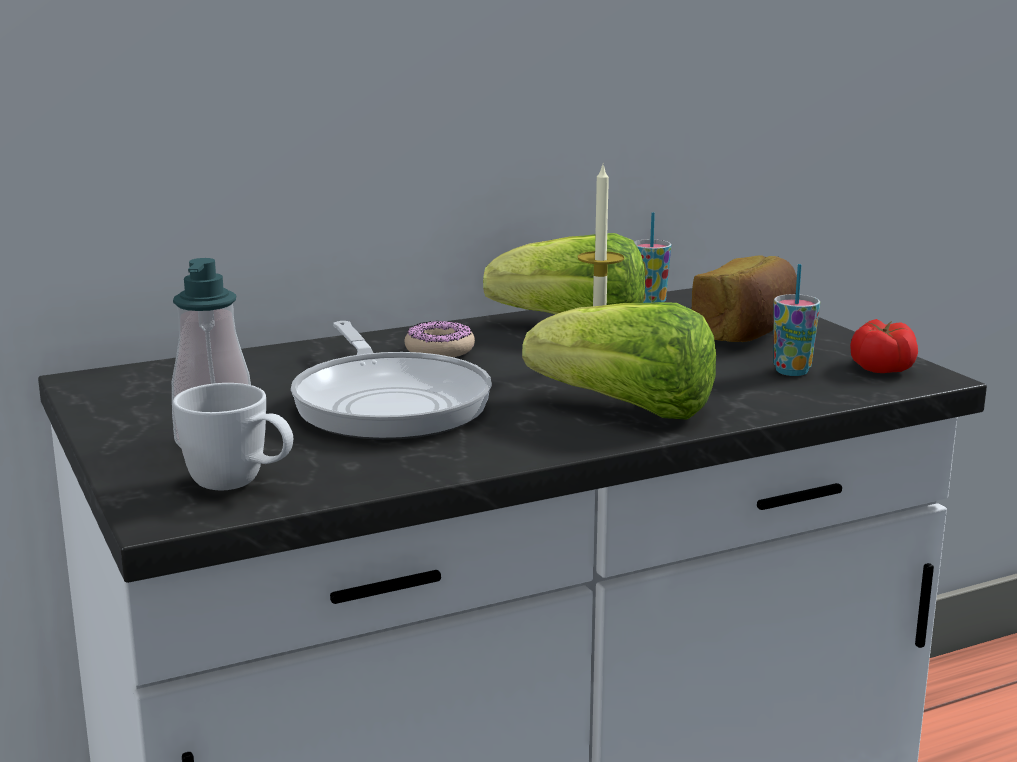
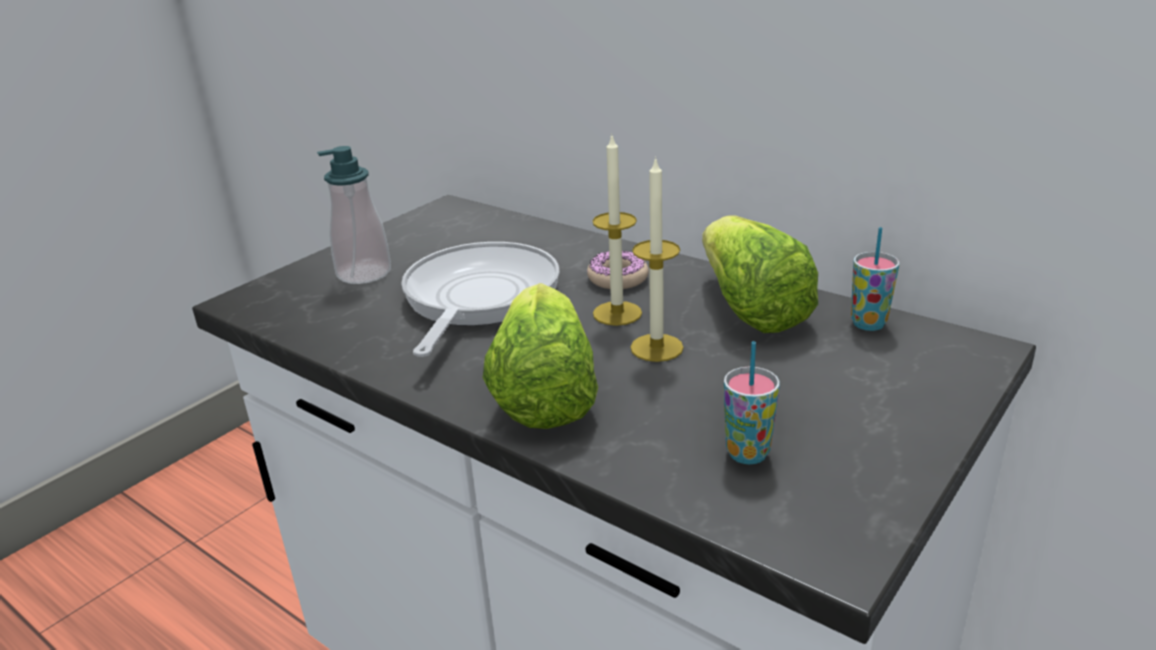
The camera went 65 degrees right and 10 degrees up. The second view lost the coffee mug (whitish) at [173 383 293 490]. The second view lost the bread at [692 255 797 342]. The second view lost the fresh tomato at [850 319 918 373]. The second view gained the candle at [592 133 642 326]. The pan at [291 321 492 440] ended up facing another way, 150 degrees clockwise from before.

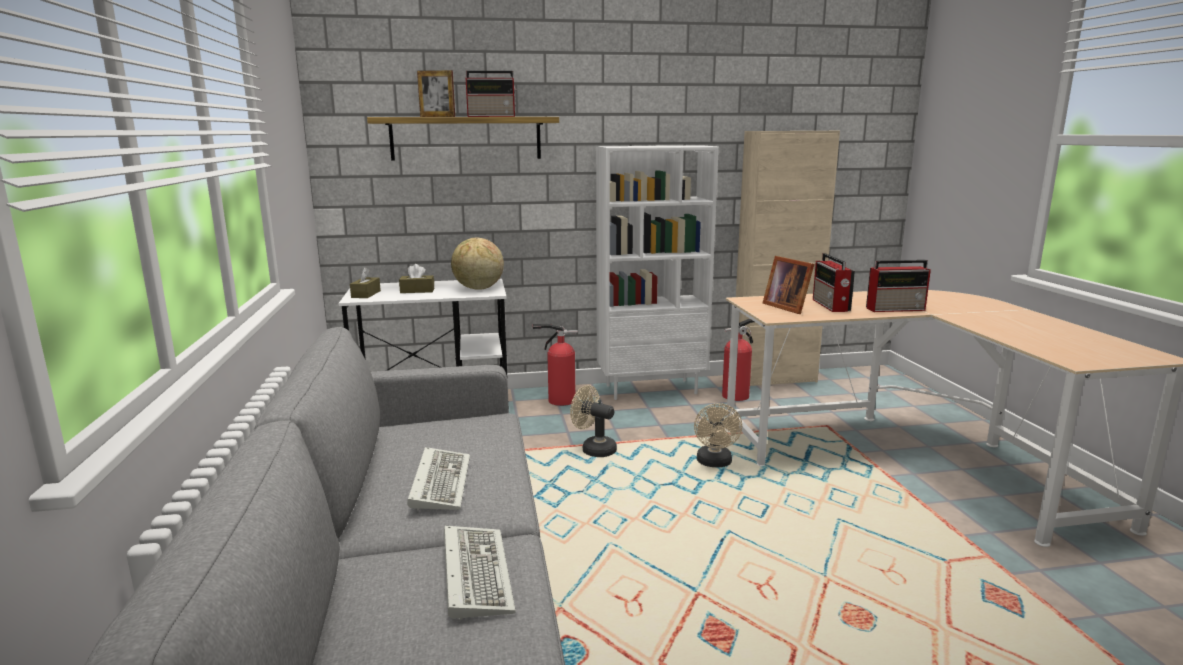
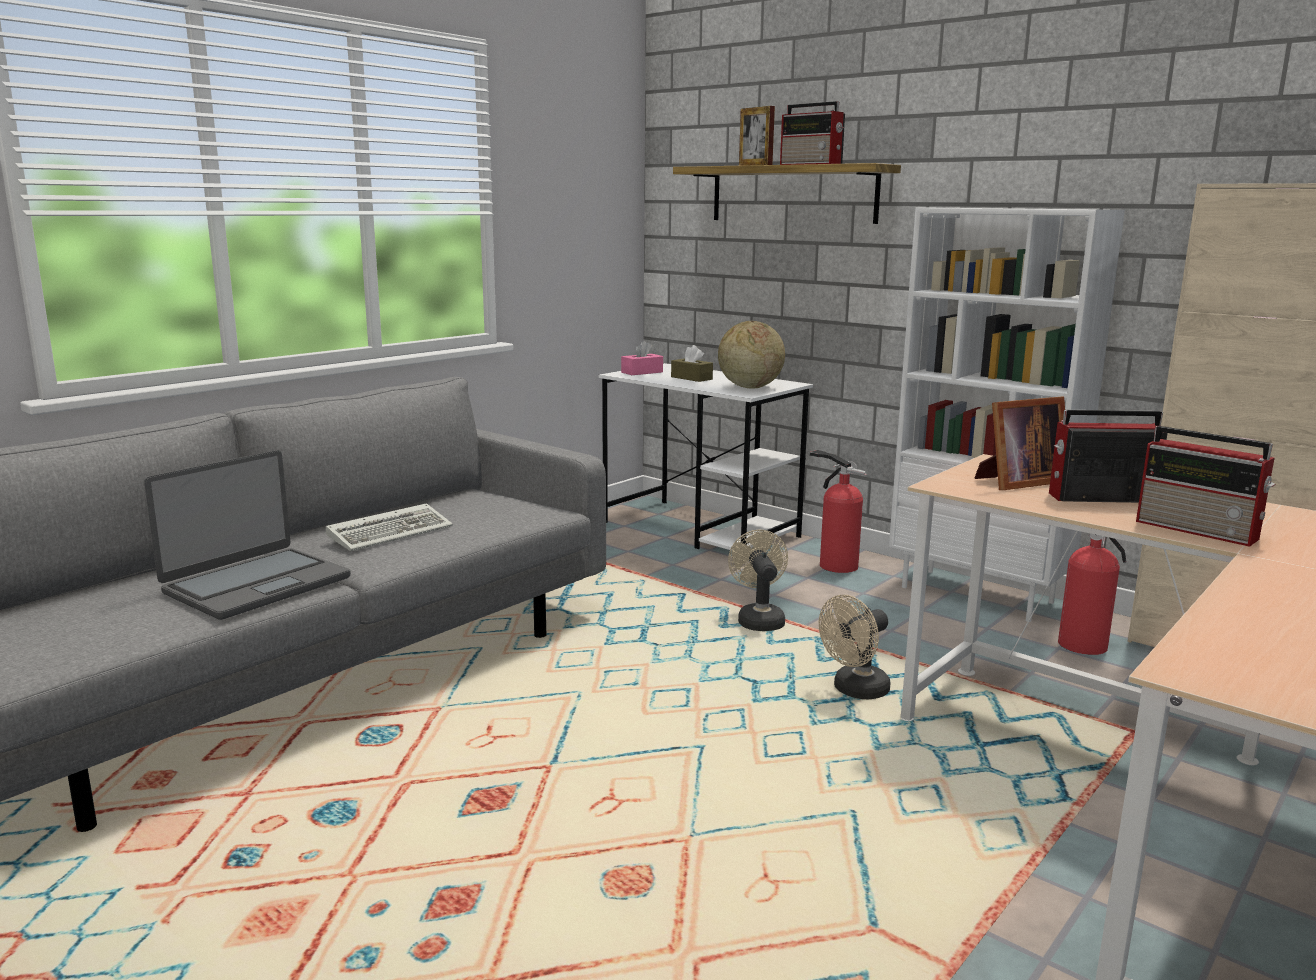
The camera went 50 degrees right and 0 degrees up. Where the PC keyboard stood at [444 526 516 620], the portable computer came to stand at [144 450 351 620]. What was the tissue box (brown-coloured) at [350 267 381 298] turned into the tissue box (pinkish) at [621 340 663 375]. The photo frame at [763 256 814 314] ended up facing another way, 135 degrees counterclockwise from before. The radio set at [813 253 855 312] ended up facing another way, 45 degrees clockwise from before.

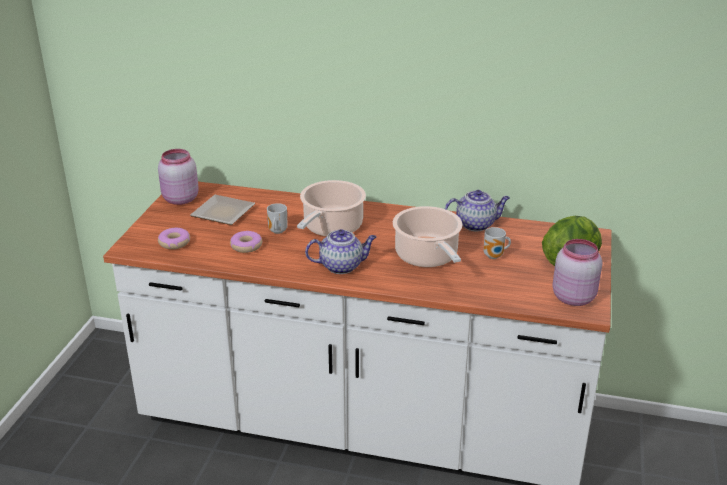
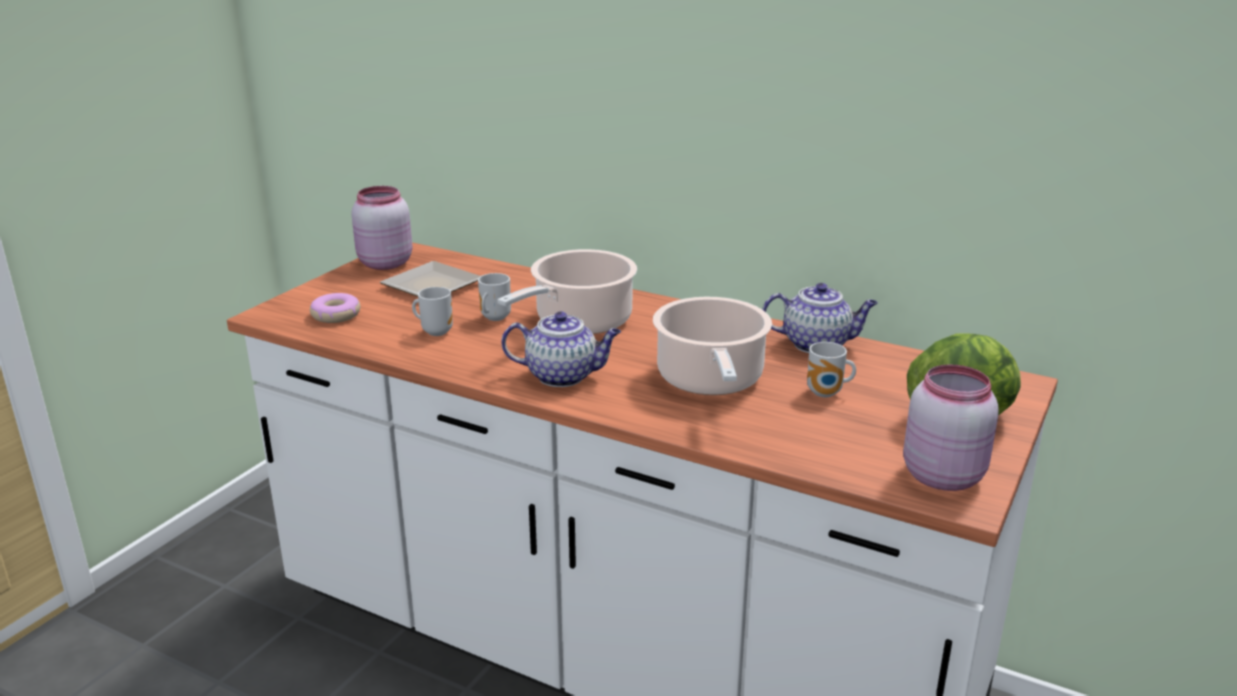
The camera went 15 degrees right and 5 degrees down. Where the donut stood at [230 231 262 253], the coffee mug came to stand at [412 287 453 336].

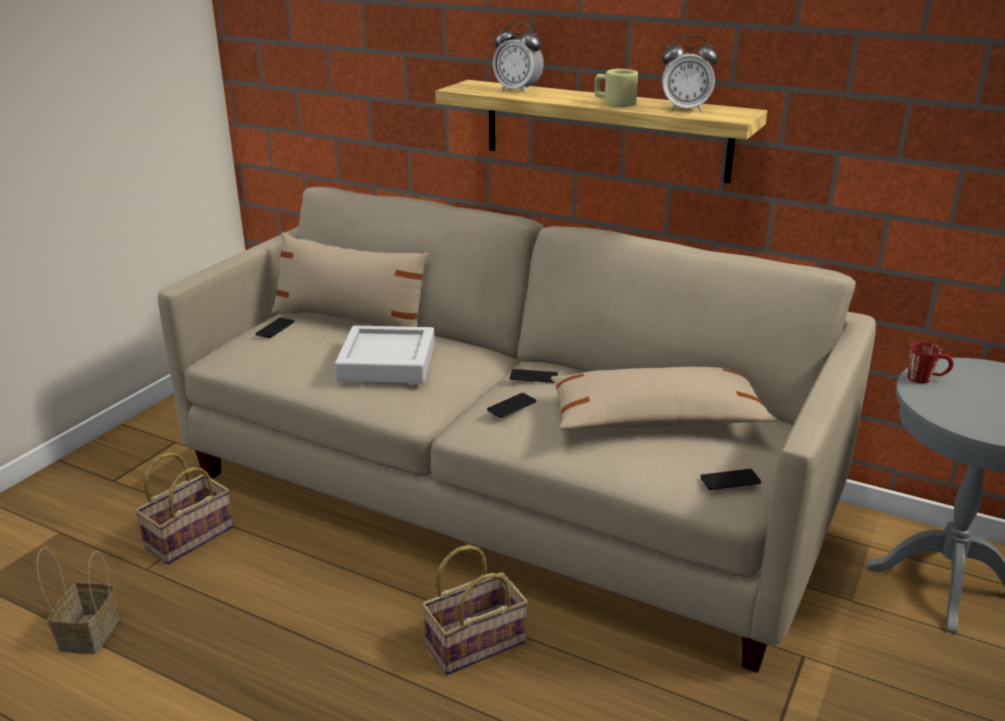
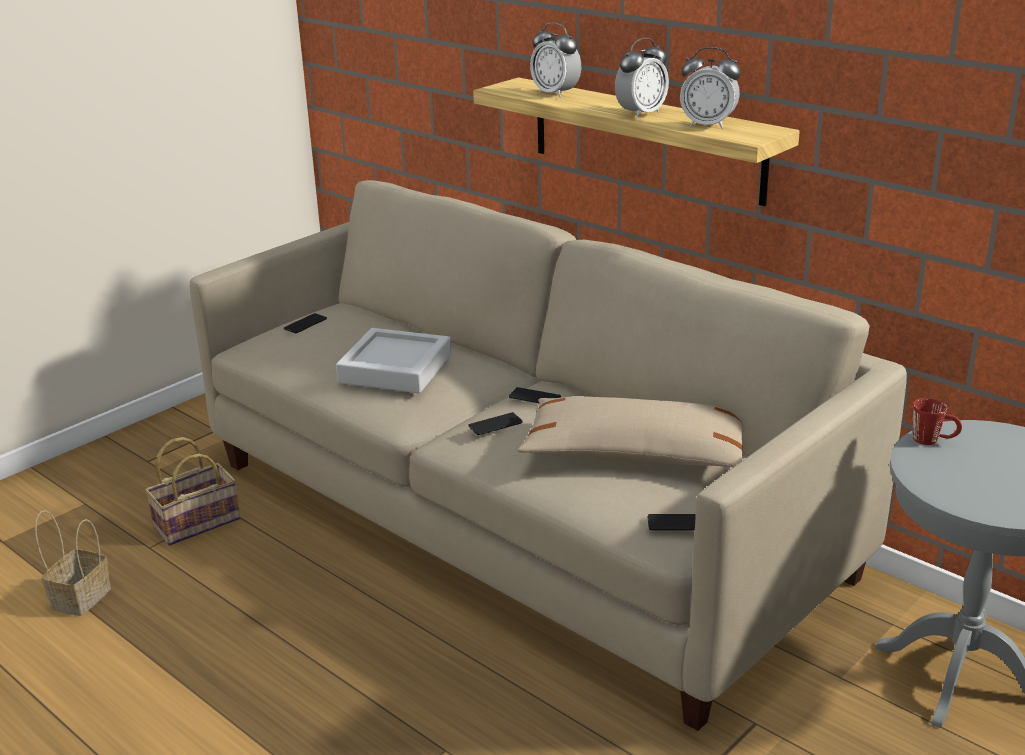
The camera went 15 degrees right and 0 degrees up. The second view lost the throw pillow (sand-coloured) at [271 232 429 327]. The second view lost the household basket at [421 545 528 675]. Where the coffee mug (sand-coloured) stood at [595 69 638 107], the alarm clock came to stand at [615 38 669 119].

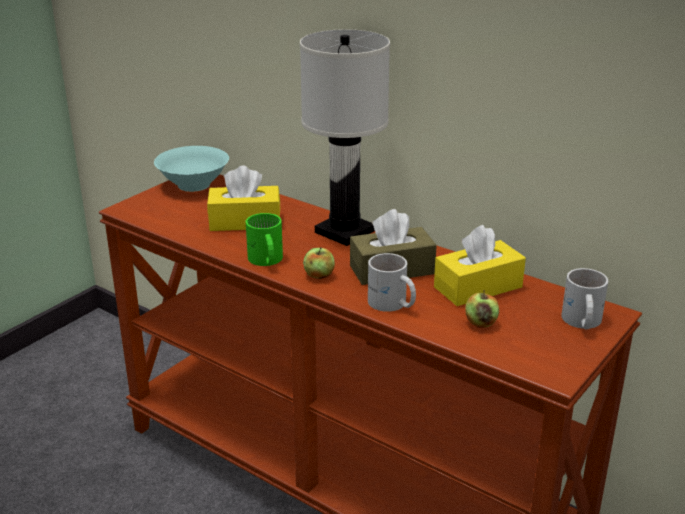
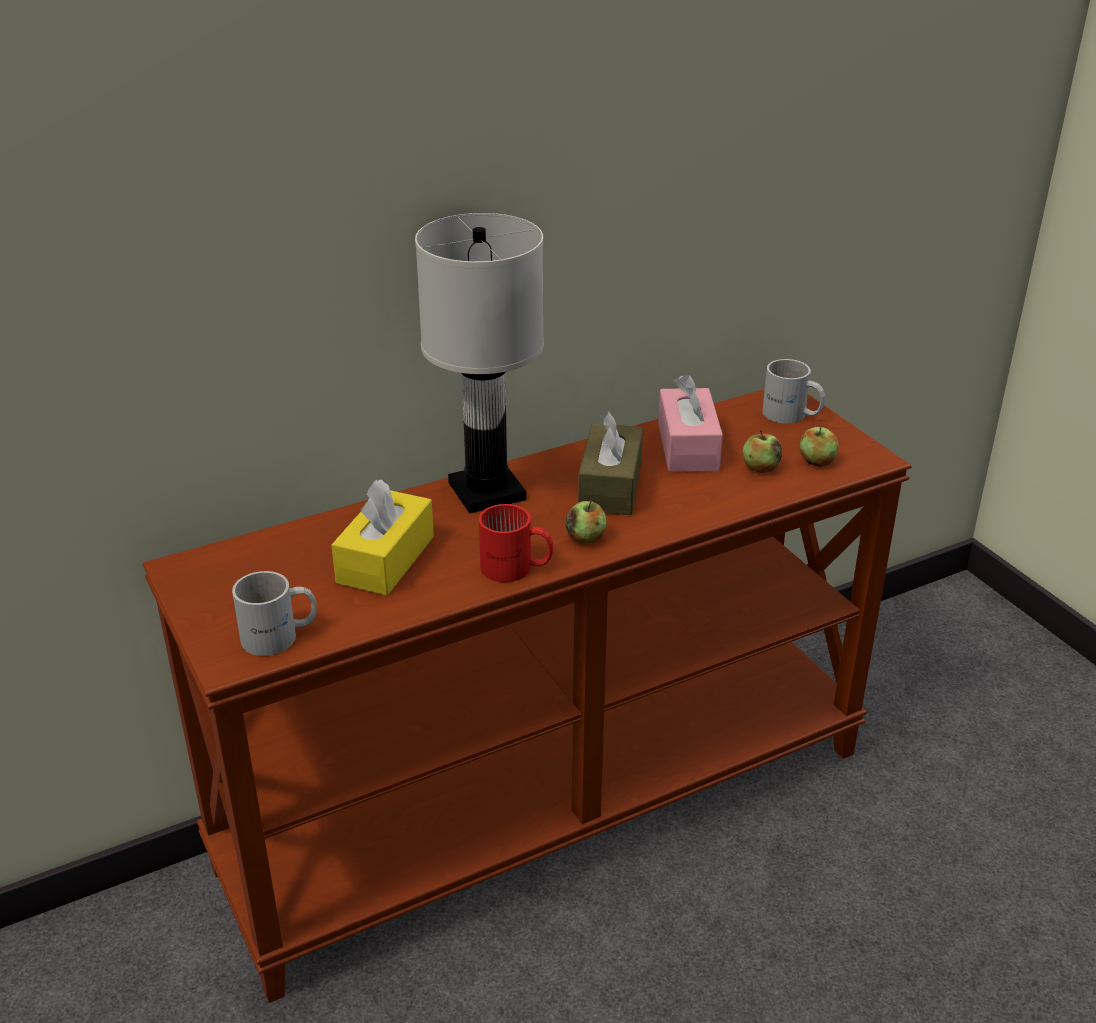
The camera went 65 degrees left and 5 degrees up. The second view lost the bowl (turquoise) at [154 146 229 192]. The second view gained the apple fruit at [800 427 839 467]. The coffee mug (whitish) ended up elsewhere, having gone from [368 253 416 312] to [232 571 317 656]. What was the coffee mug (greenish) at [246 213 283 266] turned into the coffee mug (red-coloured) at [479 504 553 582]. What was the tissue box (yellow) at [434 225 526 306] turned into the tissue box (pinkish) at [658 374 723 472].

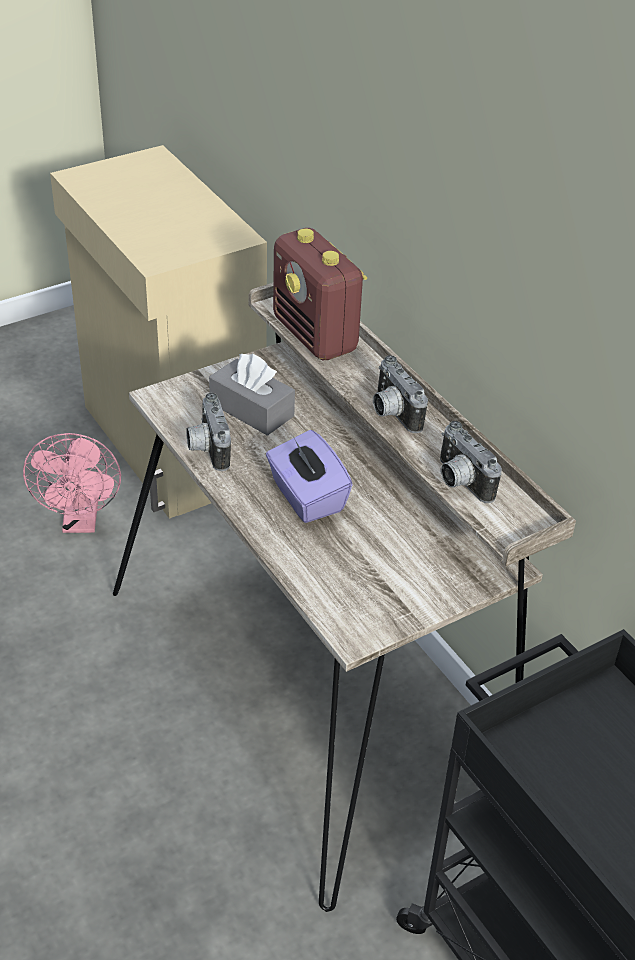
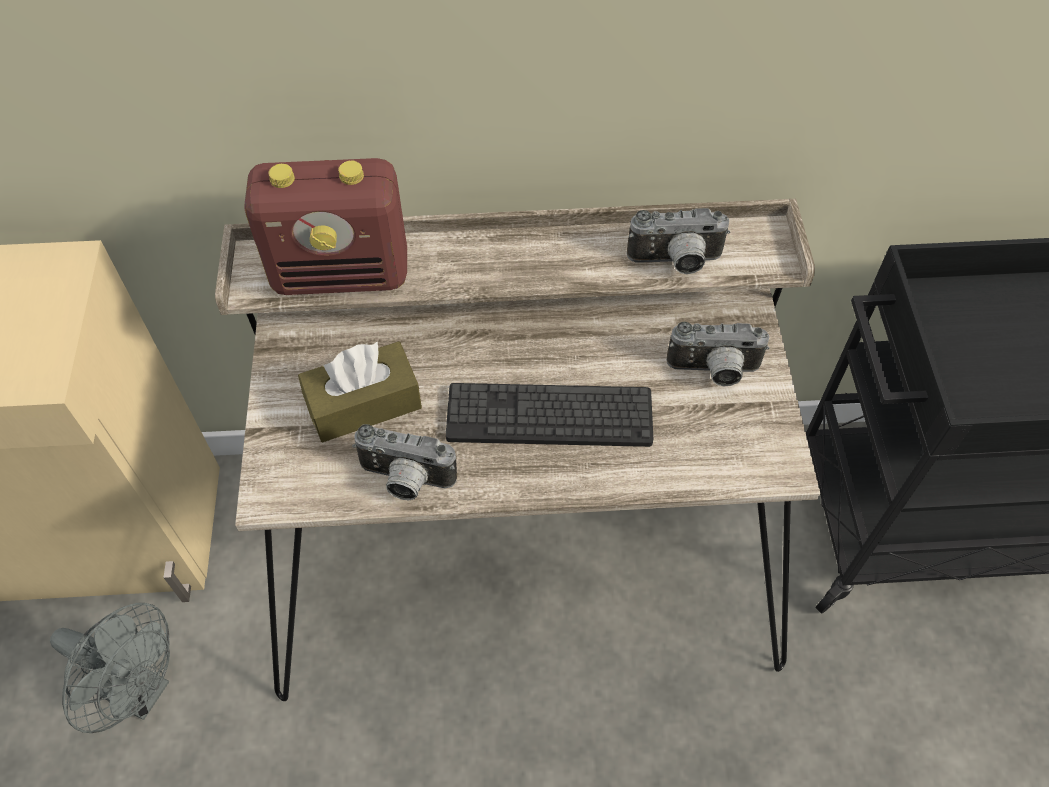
The camera went 60 degrees left and 15 degrees up. The photo camera ended up elsewhere, having gone from [373 355 428 433] to [666 322 769 386]. Where the tissue box (purplish) stood at [266 430 353 523], the PC keyboard came to stand at [446 383 653 447]. What was the cooling fan (pinkish) at [23 433 121 533] turned into the cooling fan (greyish) at [50 603 170 733]. What was the tissue box (greyish) at [209 354 295 436] turned into the tissue box (brown-coloured) at [298 341 422 442].

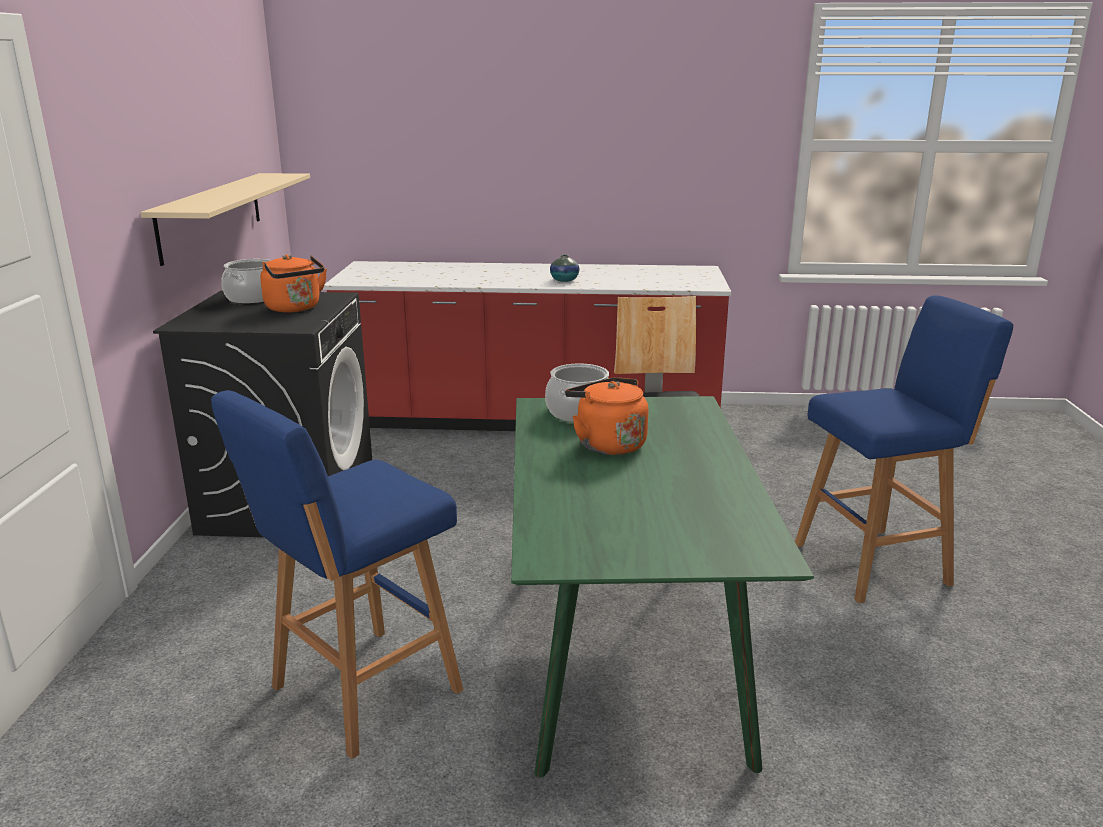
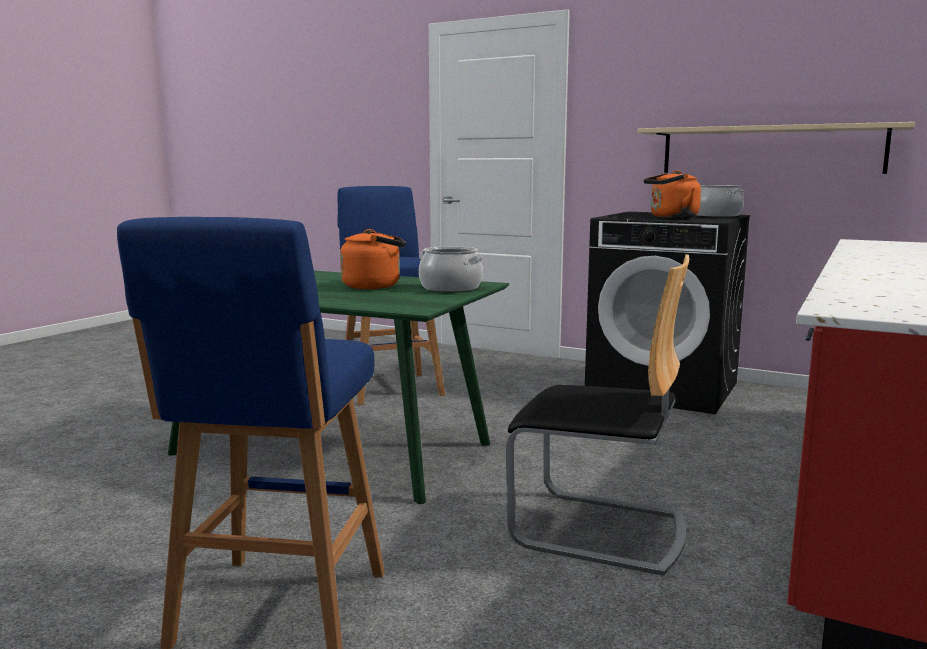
The camera went 115 degrees right and 10 degrees down. The second view lost the decorative vase at [550 255 579 282].

